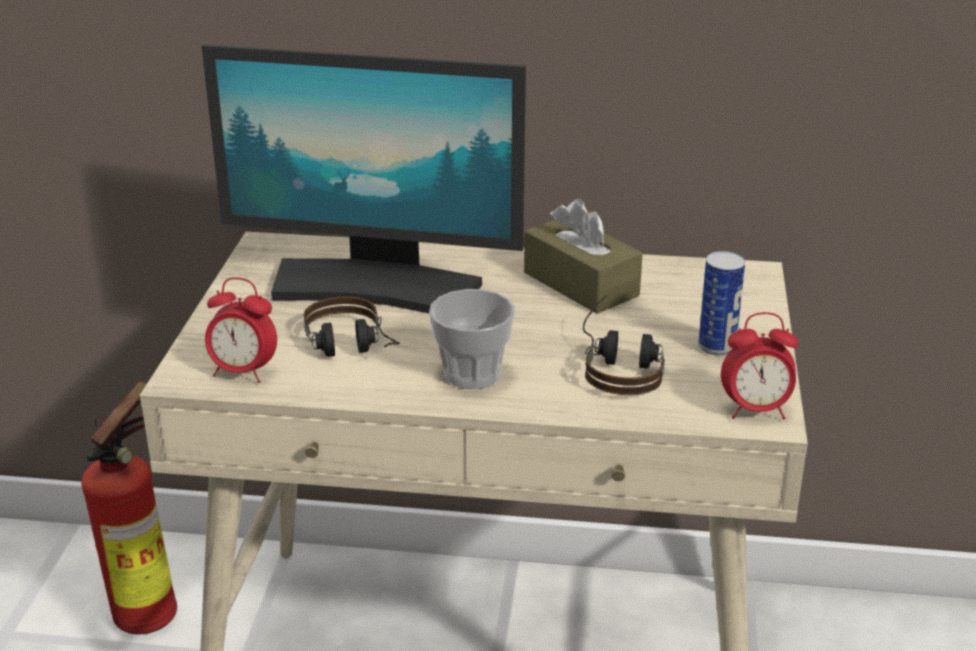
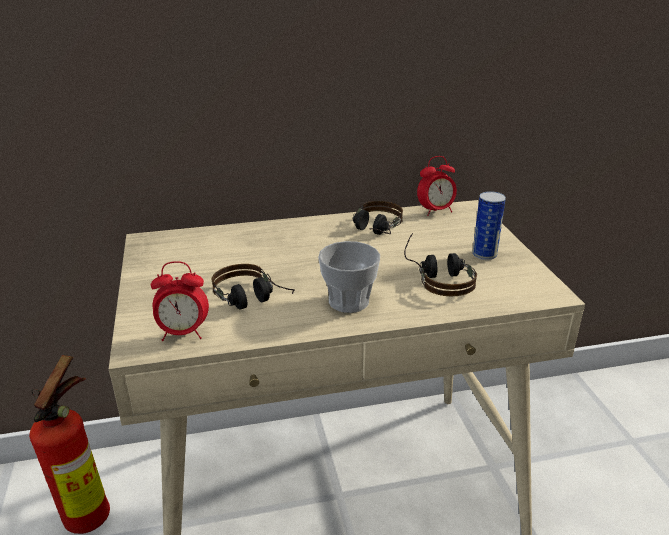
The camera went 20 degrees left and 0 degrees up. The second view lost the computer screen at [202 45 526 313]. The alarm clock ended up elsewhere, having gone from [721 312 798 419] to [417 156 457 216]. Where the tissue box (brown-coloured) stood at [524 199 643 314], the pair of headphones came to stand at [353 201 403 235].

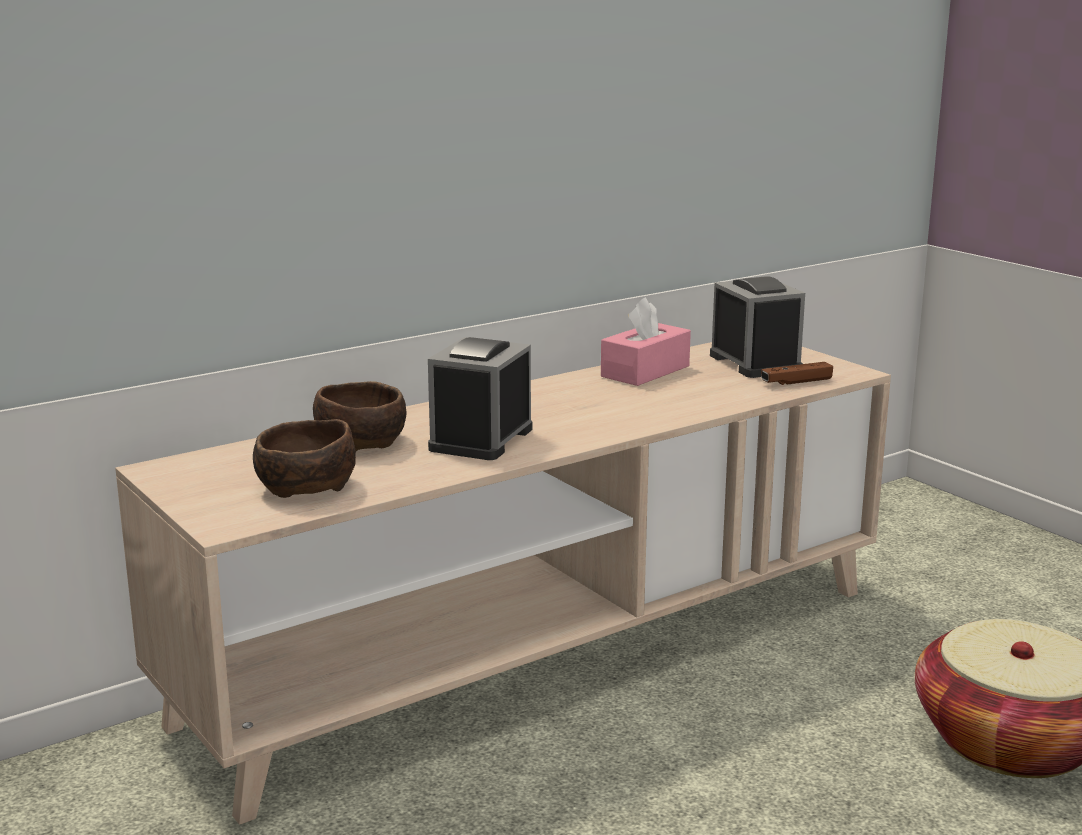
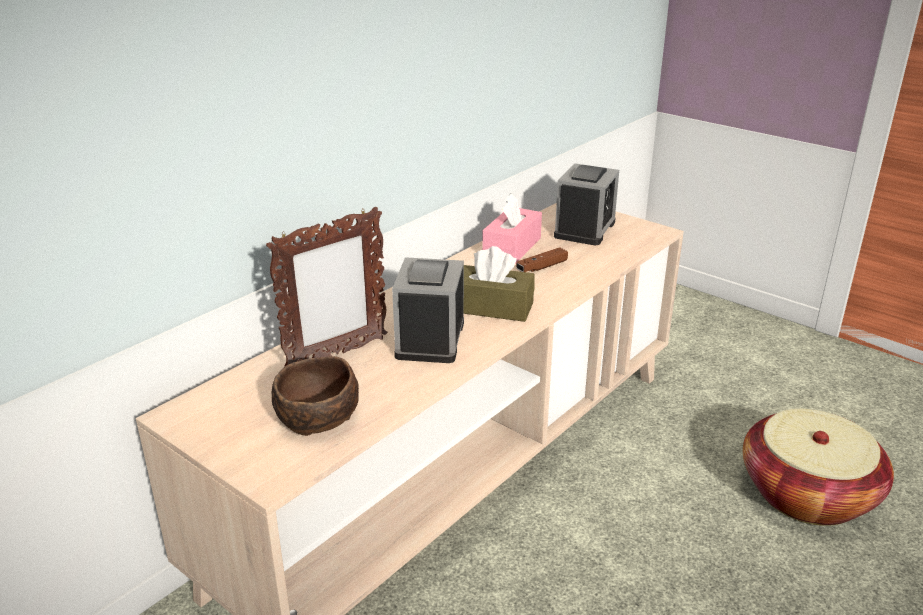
The camera went 15 degrees left and 10 degrees up. The second view gained the tissue box (brown-coloured) at [464 246 535 322]. The game controller (brown-coloured) ended up elsewhere, having gone from [761 362 833 385] to [516 247 568 272]. Where the bowl (brown-coloured) stood at [313 381 407 451], the photo frame came to stand at [266 207 387 367]. The alarm clock at [710 276 805 378] ended up facing another way, 60 degrees clockwise from before.

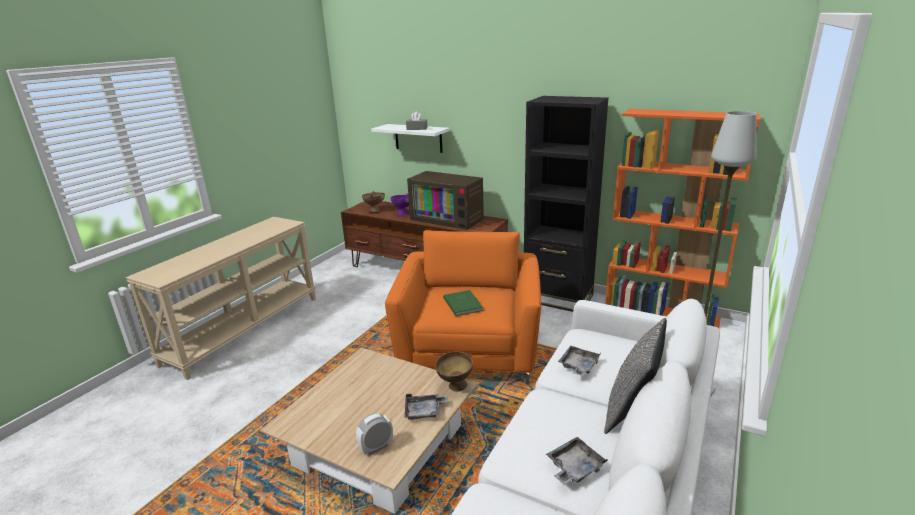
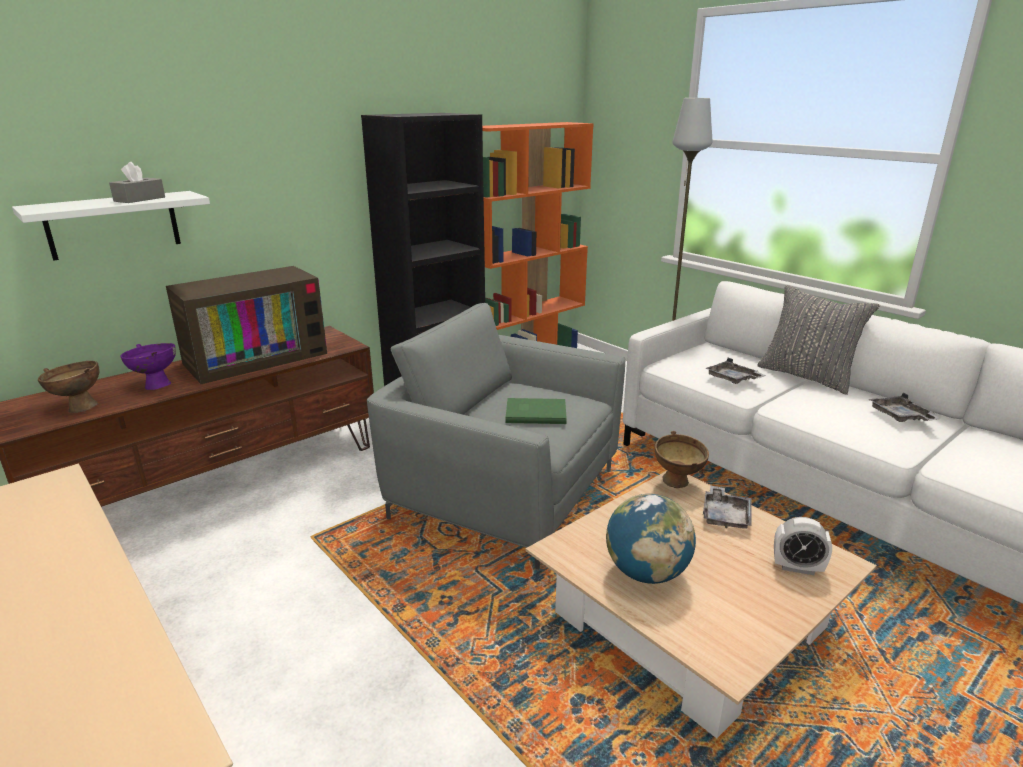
The camera went 70 degrees left and 0 degrees up. The second view gained the desk globe at [606 494 696 584]. What was the easy chair (orange-coloured) at [385 230 541 385] turned into the easy chair (greyish) at [367 303 625 570]. The alarm clock at [356 413 393 455] ended up facing another way, 60 degrees counterclockwise from before.

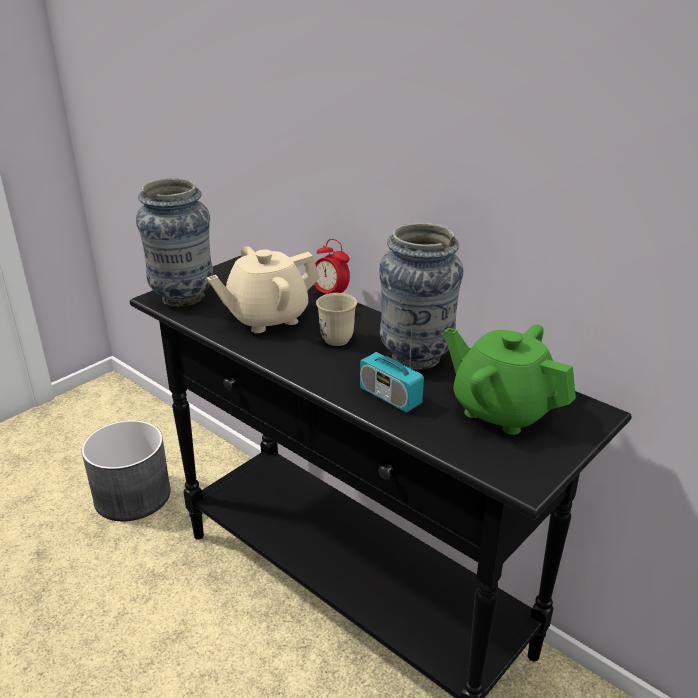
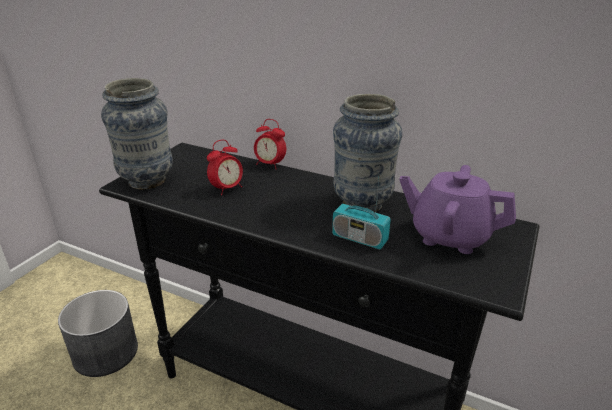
The camera went 15 degrees left and 0 degrees up. The second view lost the coffee mug (sand-coloured) at [316 293 357 346]. Where the tea pot (sand-coloured) stood at [207 246 320 333], the alarm clock came to stand at [207 140 243 195]. What was the tea pot (greenish) at [444 324 576 435] turned into the tea pot (purplish) at [399 165 516 254].

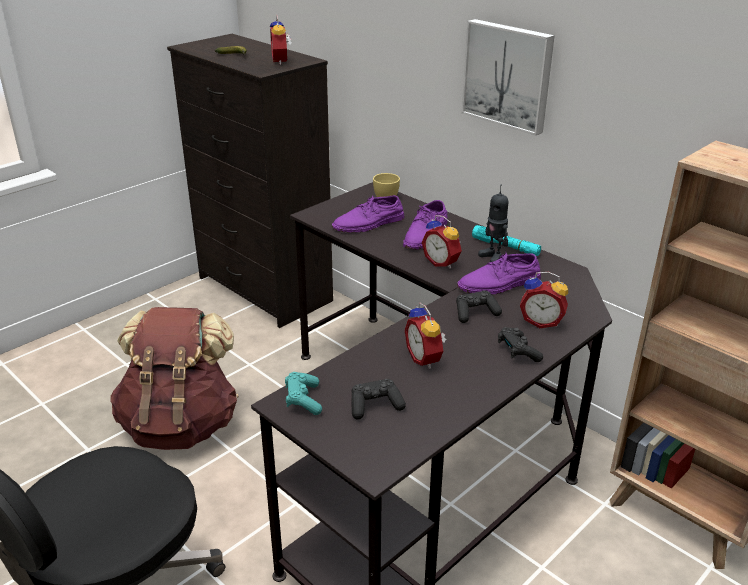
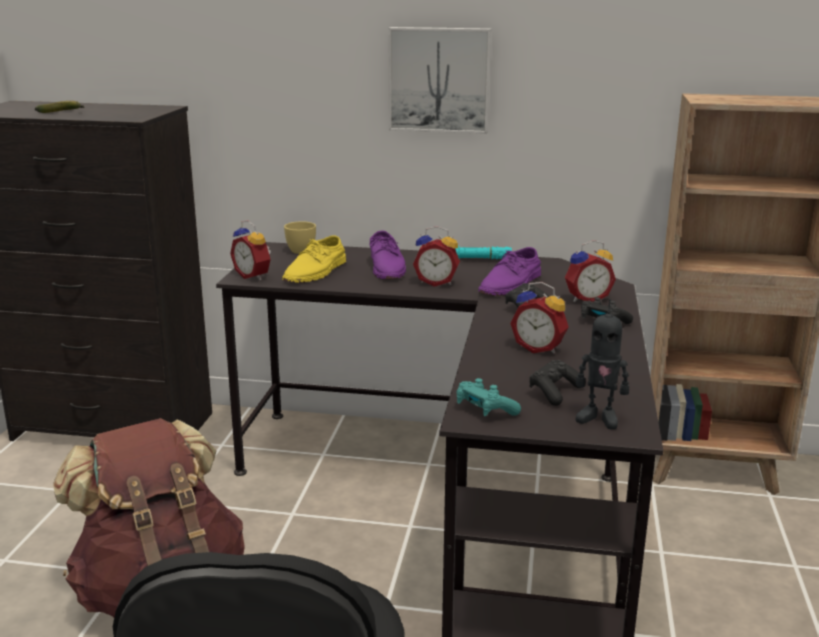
The camera went 35 degrees left and 10 degrees down. The alarm clock ended up elsewhere, having gone from [270 15 292 65] to [230 220 271 281]. The toy robot ended up elsewhere, having gone from [478 185 508 262] to [576 299 629 429]. What was the item of footwear (purplish) at [332 195 404 233] turned into the item of footwear (yellow) at [282 235 346 283].

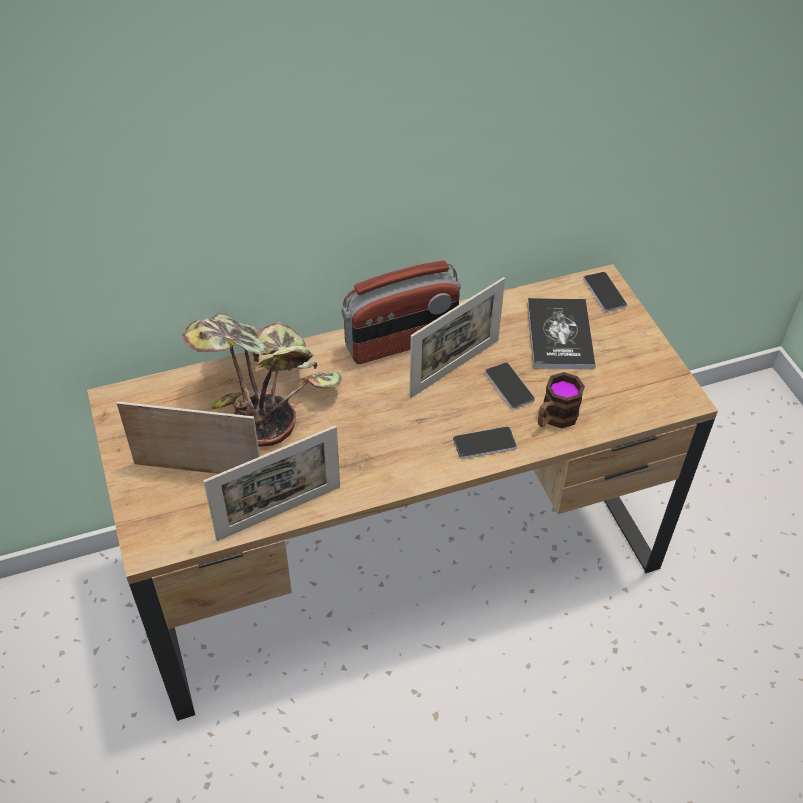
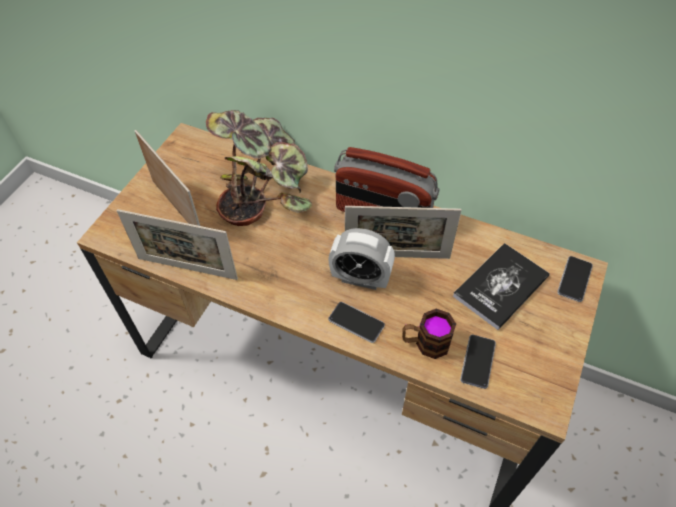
The camera went 45 degrees right and 5 degrees up. The second view gained the alarm clock at [328 228 395 290]. The telephone ended up elsewhere, having gone from [485 362 535 409] to [460 335 496 389].

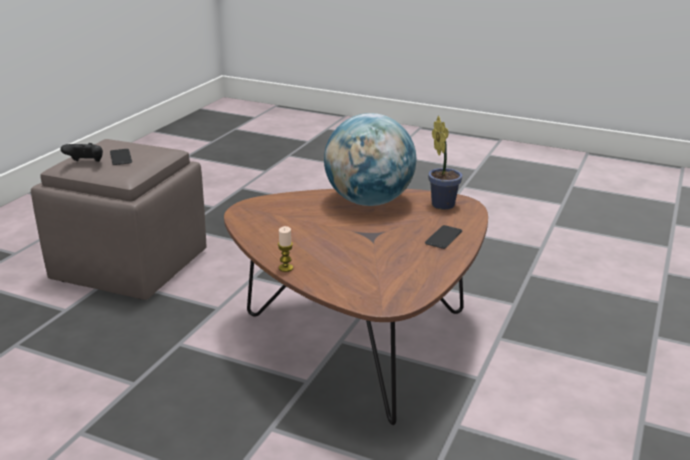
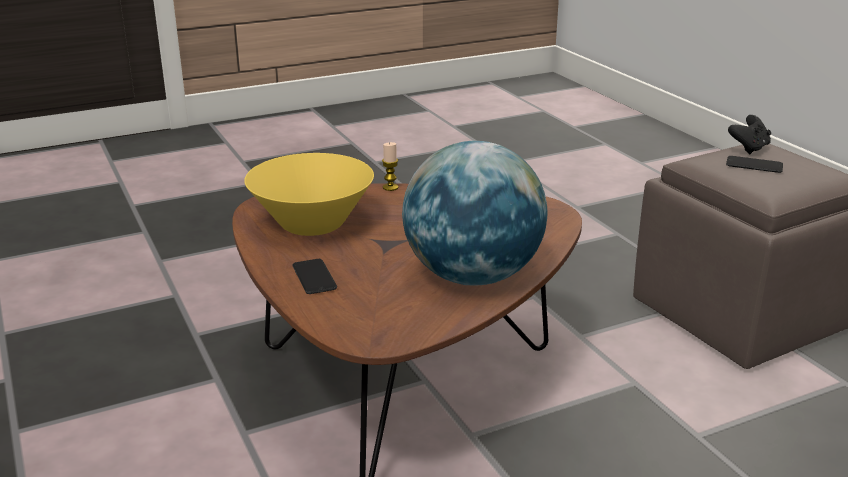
The camera went 130 degrees right and 0 degrees up. The second view lost the plant in a pot at [428 116 463 210]. The second view gained the bowl (yellow) at [244 153 374 236].

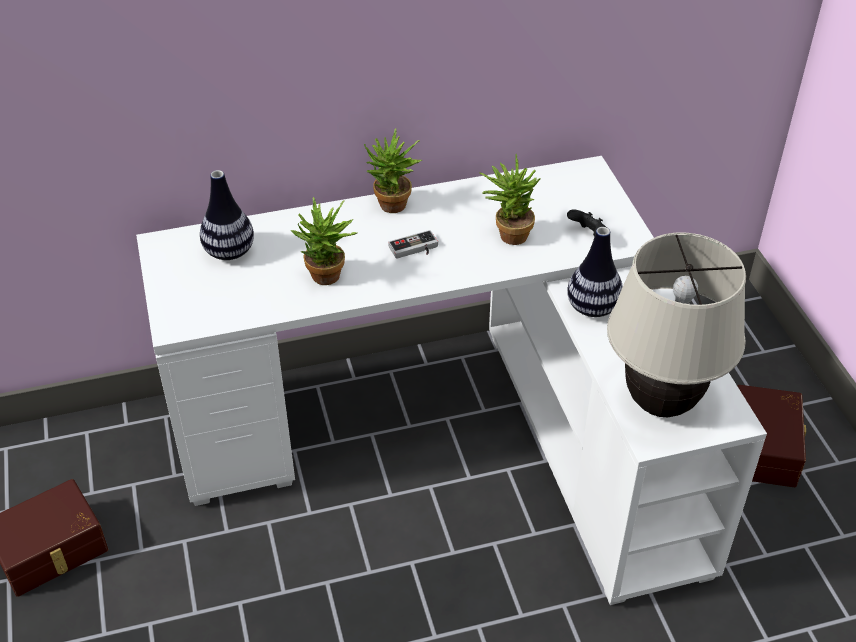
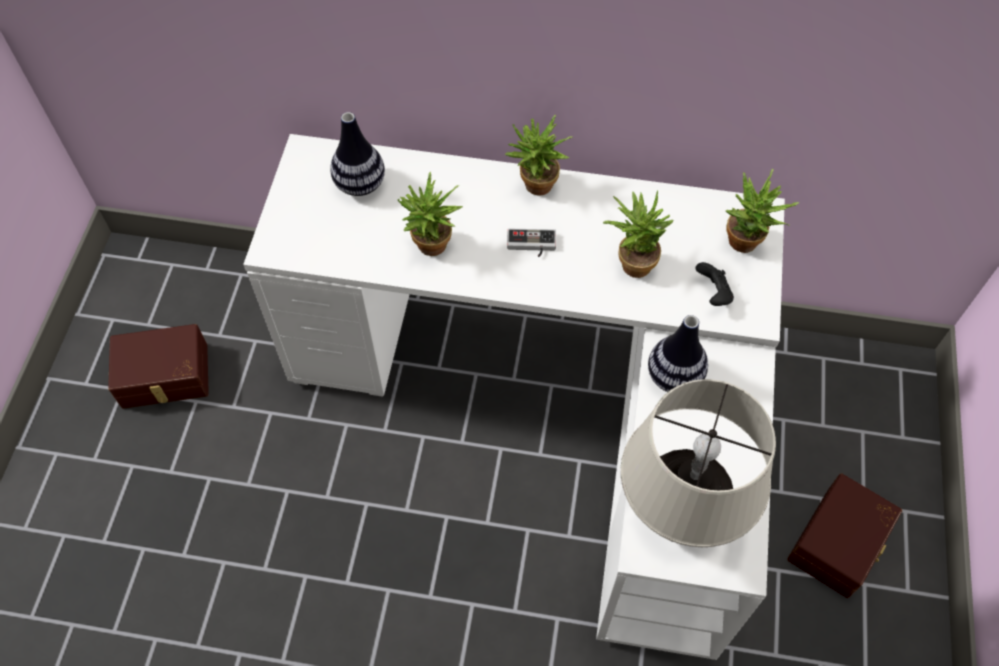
The camera went 25 degrees right and 15 degrees up. The second view gained the plant in a pot at [726 169 800 253].

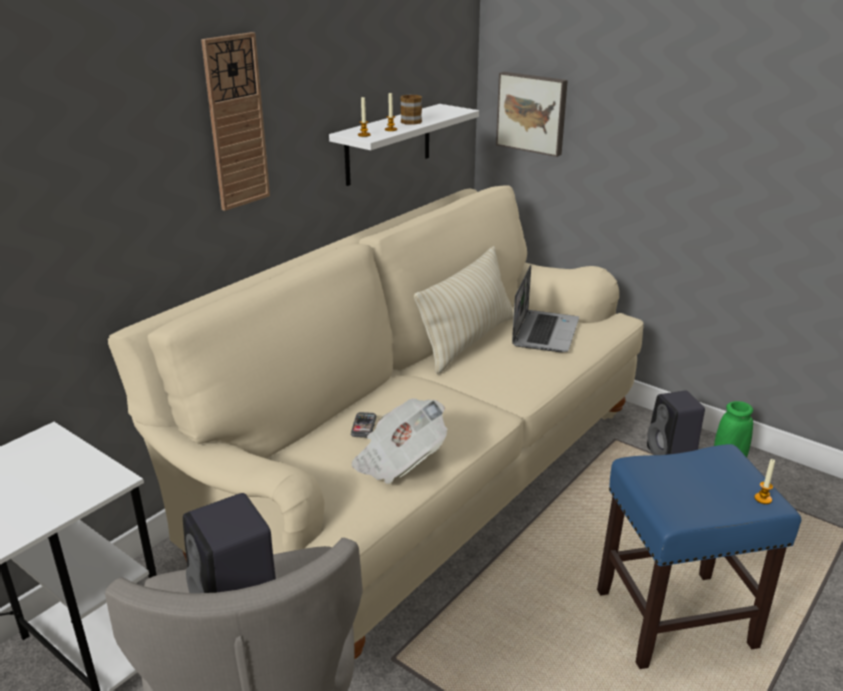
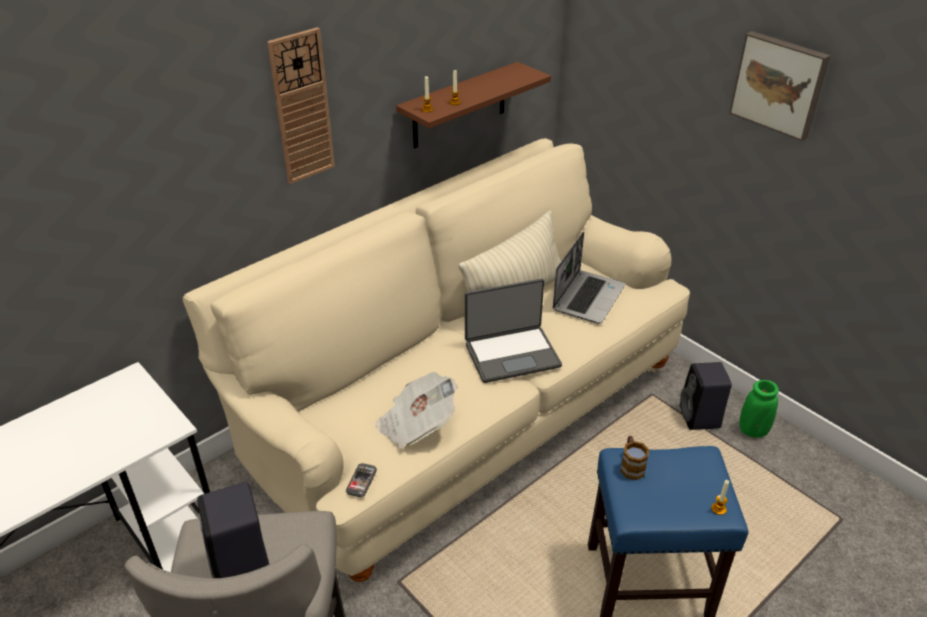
The camera went 10 degrees right and 10 degrees up. The second view gained the portable computer at [465 279 562 383]. The telephone ended up elsewhere, having gone from [351 412 376 438] to [346 463 377 497]. The coffee mug ended up elsewhere, having gone from [400 95 422 125] to [620 436 649 480]. The wall picture ended up elsewhere, having gone from [496 72 568 157] to [729 31 831 141]. What was the bracket shelf (whitish) at [329 104 479 186] turned into the bracket shelf (brown-coloured) at [396 62 551 148].

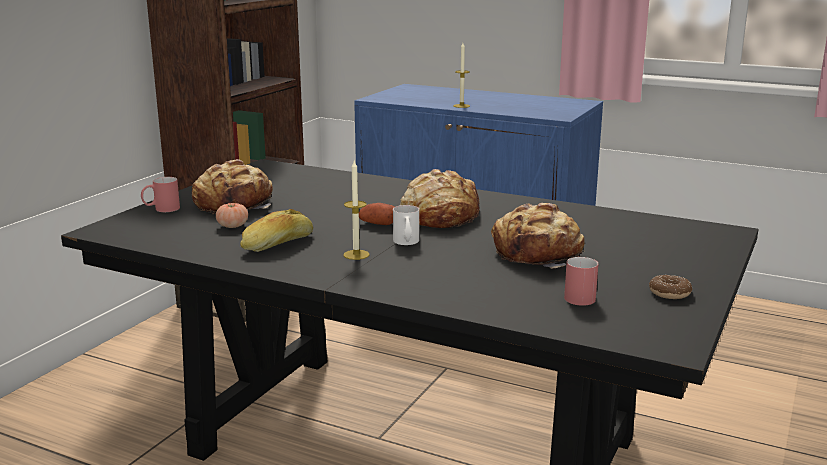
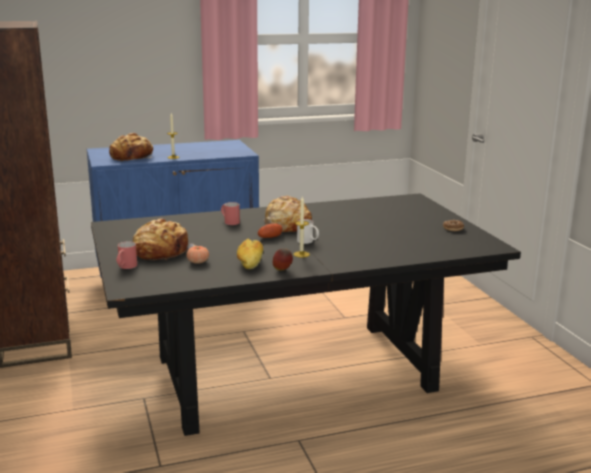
The camera went 45 degrees left and 0 degrees up. The second view gained the apple fruit at [273 248 293 270]. The bread ended up elsewhere, having gone from [491 203 585 269] to [109 133 153 161]. The coffee mug (red-coloured) ended up elsewhere, having gone from [564 257 598 306] to [221 202 240 225].

